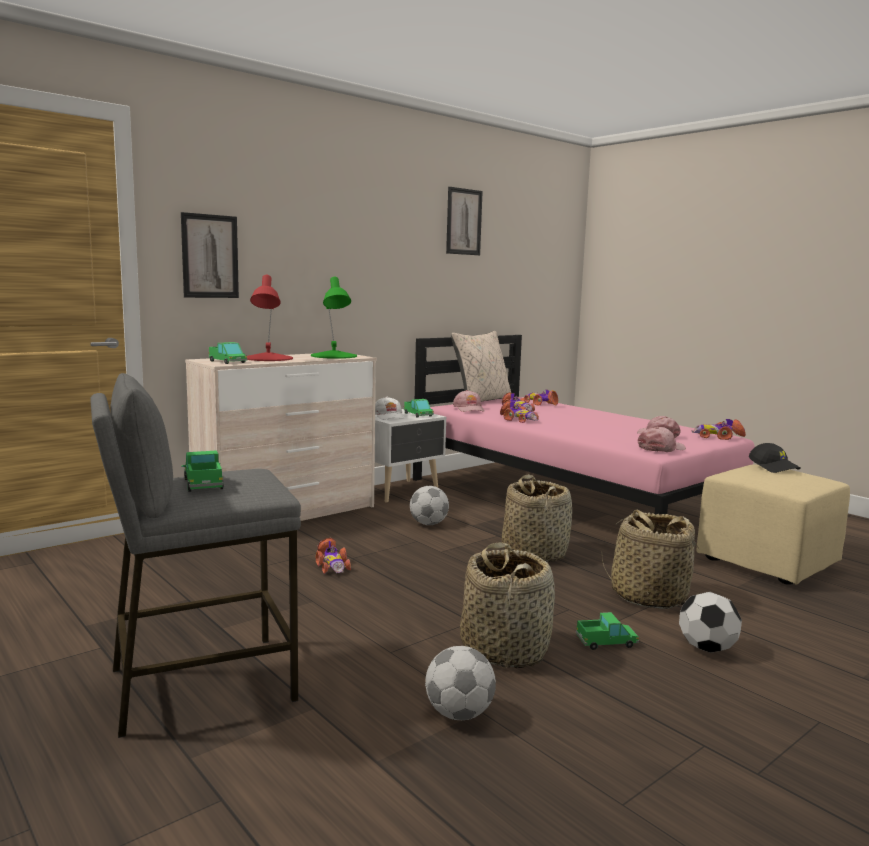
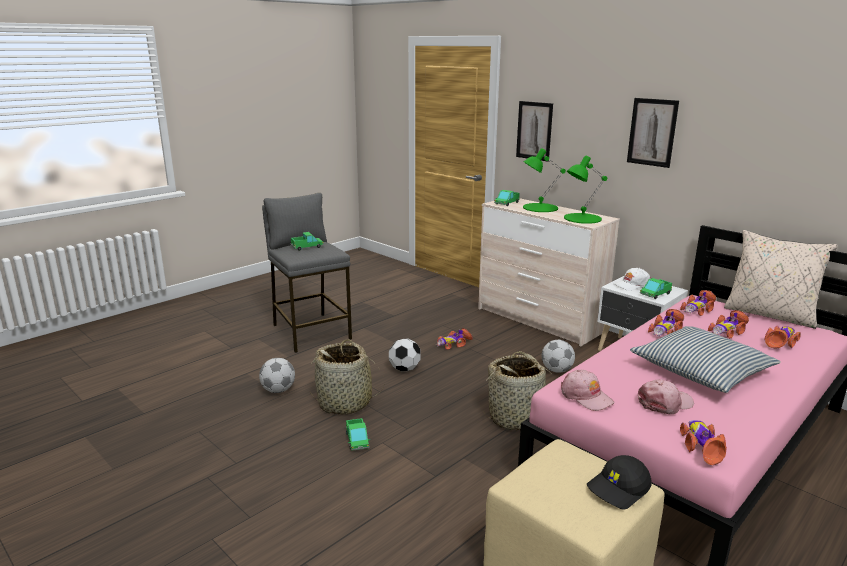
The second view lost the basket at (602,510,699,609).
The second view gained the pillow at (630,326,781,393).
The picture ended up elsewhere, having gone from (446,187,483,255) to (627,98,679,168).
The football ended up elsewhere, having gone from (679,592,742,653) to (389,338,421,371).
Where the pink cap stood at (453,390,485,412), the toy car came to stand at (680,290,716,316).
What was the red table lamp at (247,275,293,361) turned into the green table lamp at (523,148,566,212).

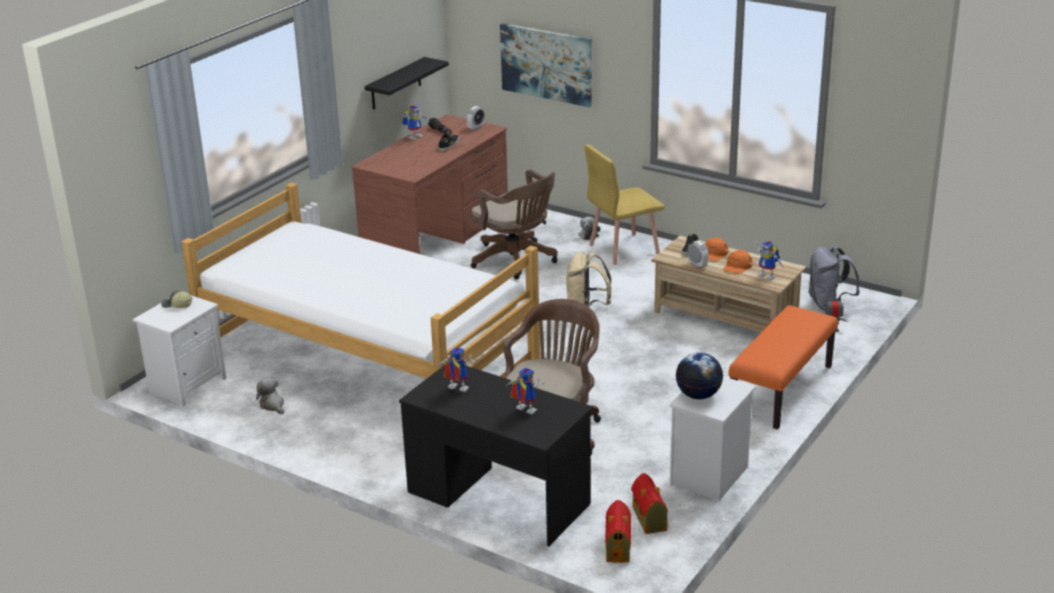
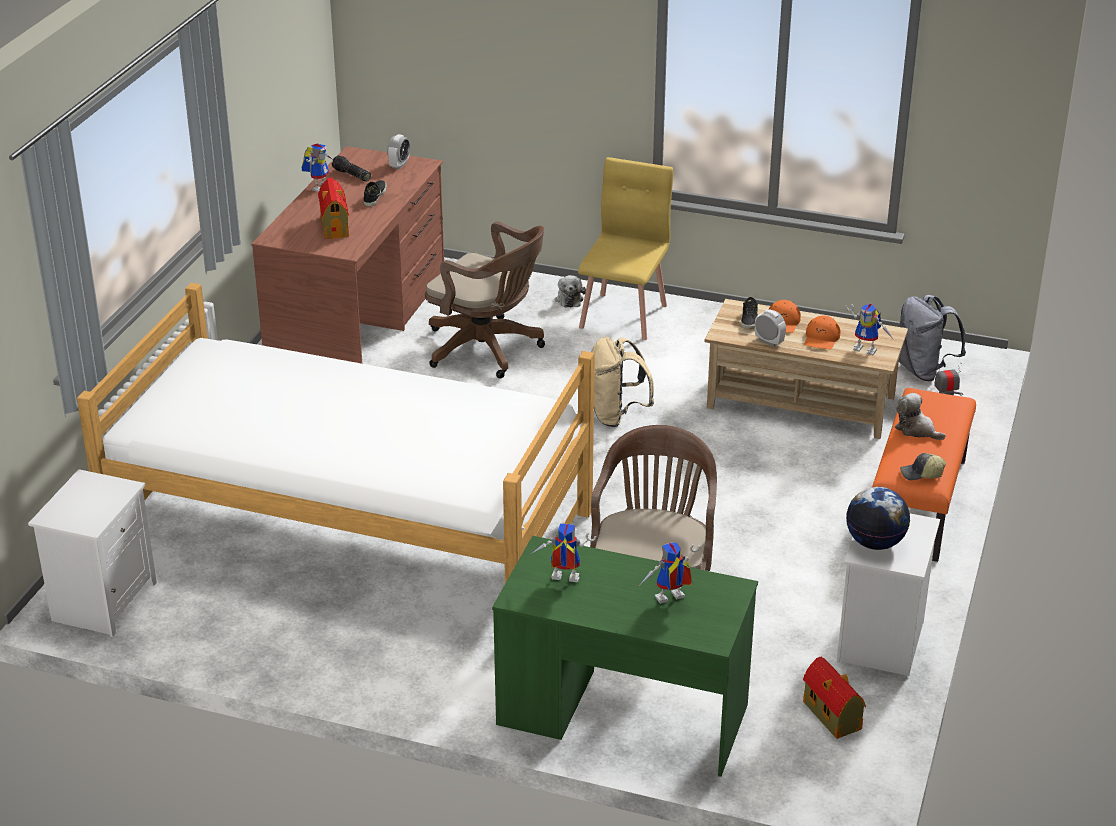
The second view lost the black shelf at (365,57,449,109).
The second view lost the picture at (500,23,592,107).
The cap ended up elsewhere, having gone from (161,290,192,308) to (900,453,946,480).
The plush toy ended up elsewhere, having gone from (256,378,284,414) to (895,393,946,440).
The toy house ended up elsewhere, having gone from (605,500,631,563) to (318,178,349,239).
What was the black desk at (399,365,593,546) turned into the green desk at (492,536,758,777).
The toy robot at (506,368,544,415) ended up facing another way, 45 degrees counterclockwise from before.
The yellow chair at (584,144,665,265) ended up facing another way, 150 degrees clockwise from before.

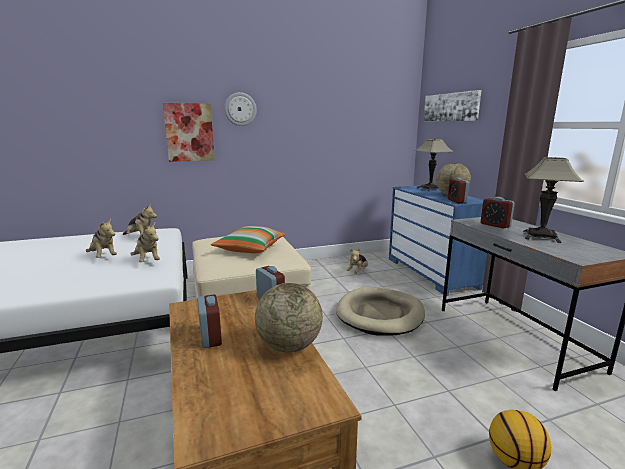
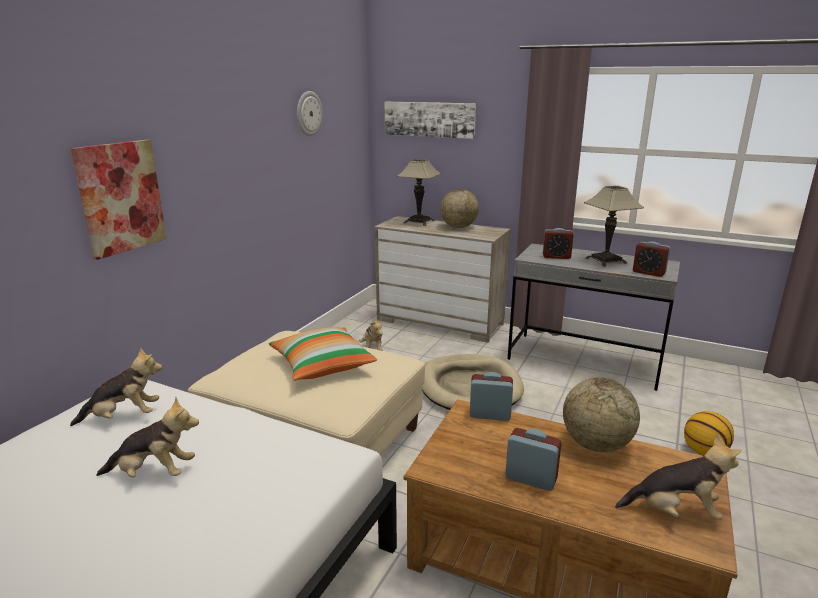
The plush toy ended up elsewhere, having gone from (130,223,160,262) to (615,434,742,520).
The wall clock ended up elsewhere, having gone from (224,92,257,126) to (297,91,323,136).
The alarm clock ended up elsewhere, having gone from (448,177,470,203) to (633,242,670,277).
What was the blue dresser at (389,185,487,296) turned into the beige dresser at (374,216,510,343).

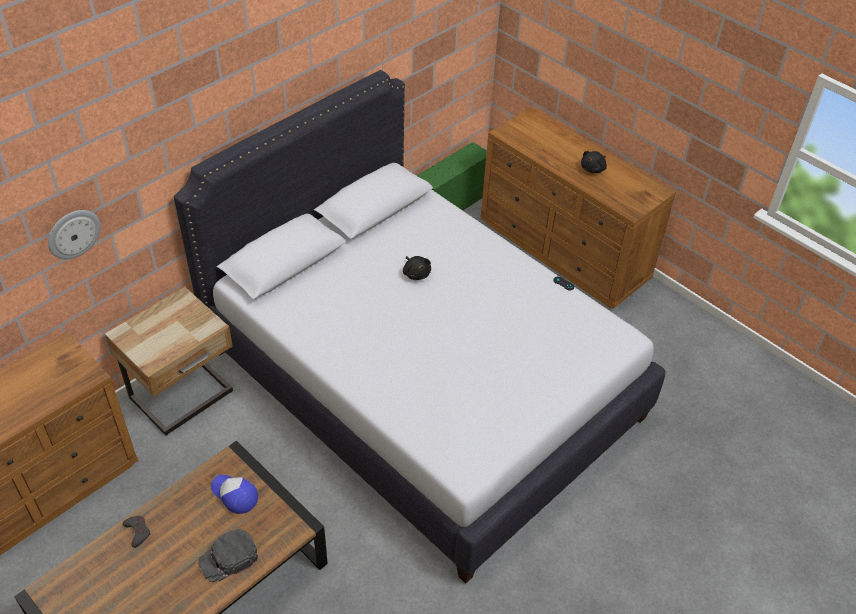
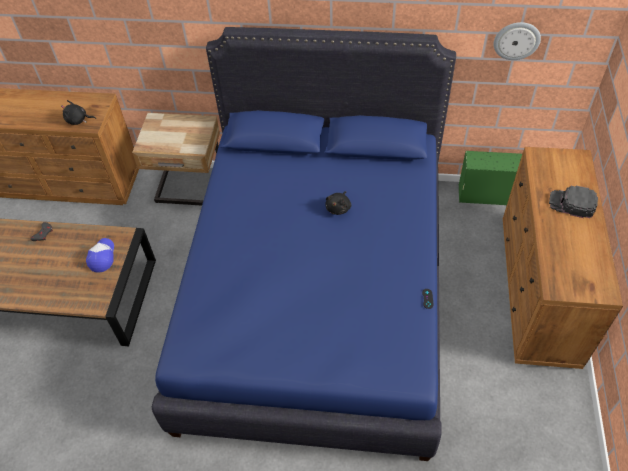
The wall clock ended up elsewhere, having gone from (48,210,101,259) to (494,22,541,60).
The black cap ended up elsewhere, having gone from (198,529,258,583) to (549,186,598,218).
The black plush toy ended up elsewhere, having gone from (581,151,607,173) to (61,100,96,125).
What was the white bed at (174,70,666,584) turned into the blue bed at (152,27,456,461).

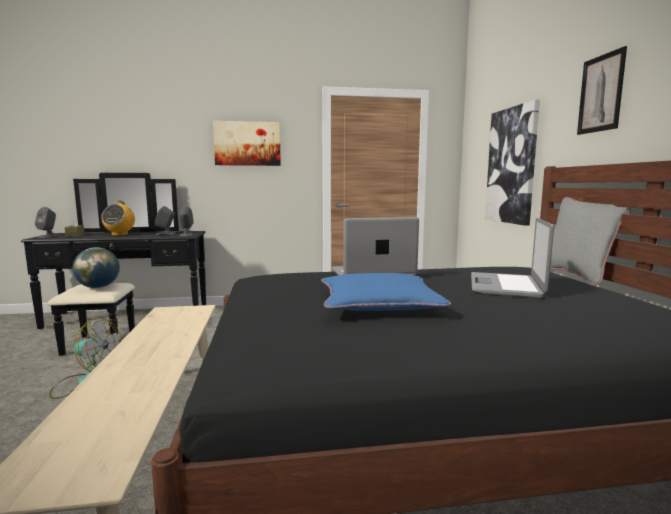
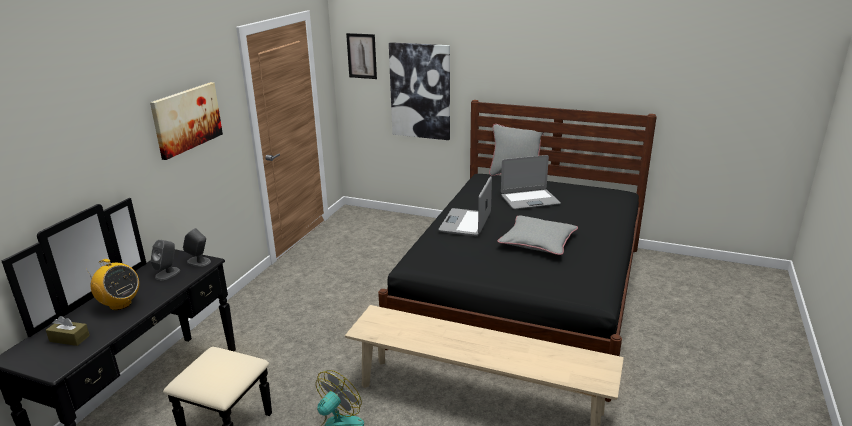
The second view lost the grey speaker at (35,207,59,238).
The second view lost the globe at (73,247,120,288).
The picture ended up elsewhere, having gone from (577,46,627,135) to (346,33,377,79).
What was the blue pillow at (321,273,451,311) turned into the grey pillow at (497,216,578,255).
The laptop at (471,218,554,298) ended up facing another way, 60 degrees counterclockwise from before.

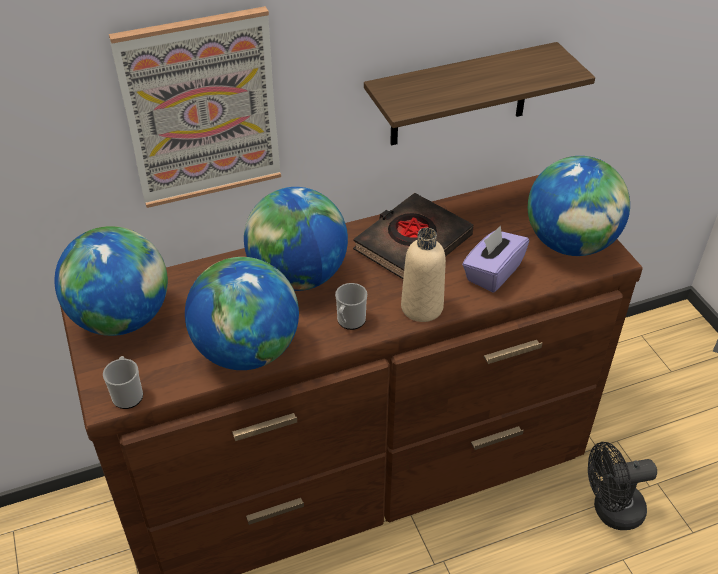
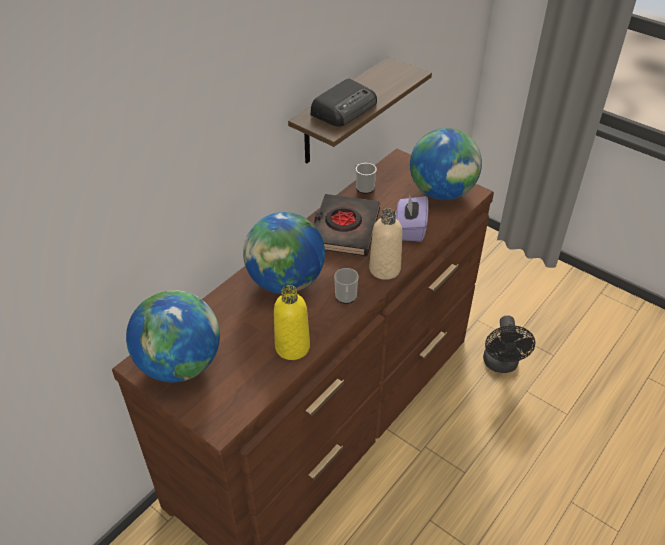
The second view lost the picture at (109,6,281,208).
The second view gained the radio at (311,78,377,127).
The mug ended up elsewhere, having gone from (103,356,143,409) to (355,163,377,194).
Where the globe stood at (185,257,299,370), the yellow bottle came to stand at (274,285,310,360).
The black fan at (588,442,657,530) ended up facing another way, 45 degrees counterclockwise from before.

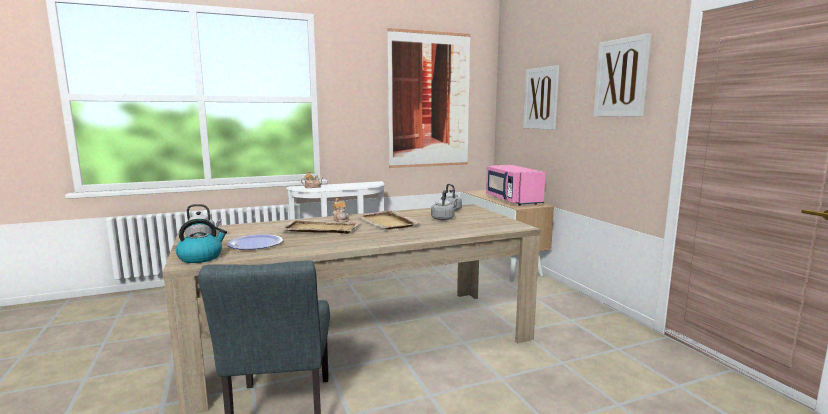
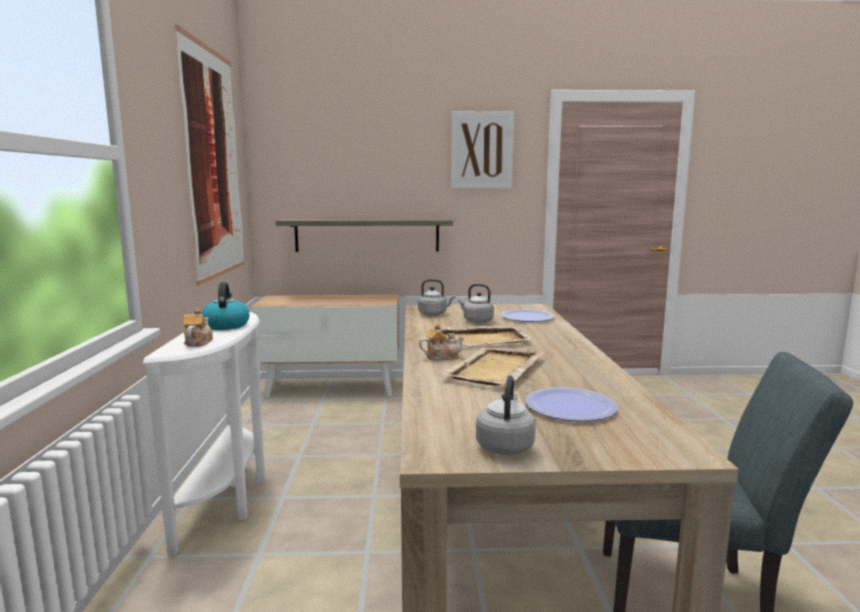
The second view lost the pink microwave at (486,165,546,206).
The second view lost the picture at (523,65,559,130).
The second view gained the shelf at (276,219,453,252).
The second view gained the plate at (500,309,555,322).
The kettle ended up elsewhere, having gone from (176,219,227,263) to (201,282,250,330).

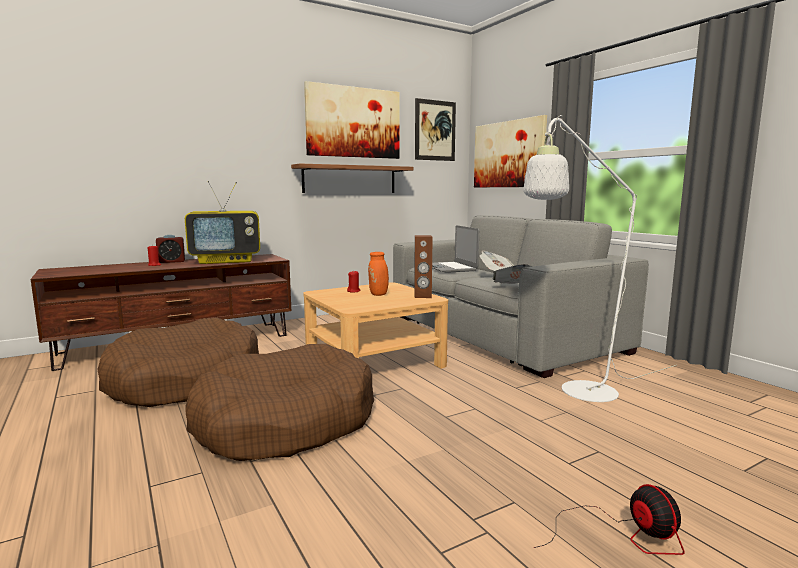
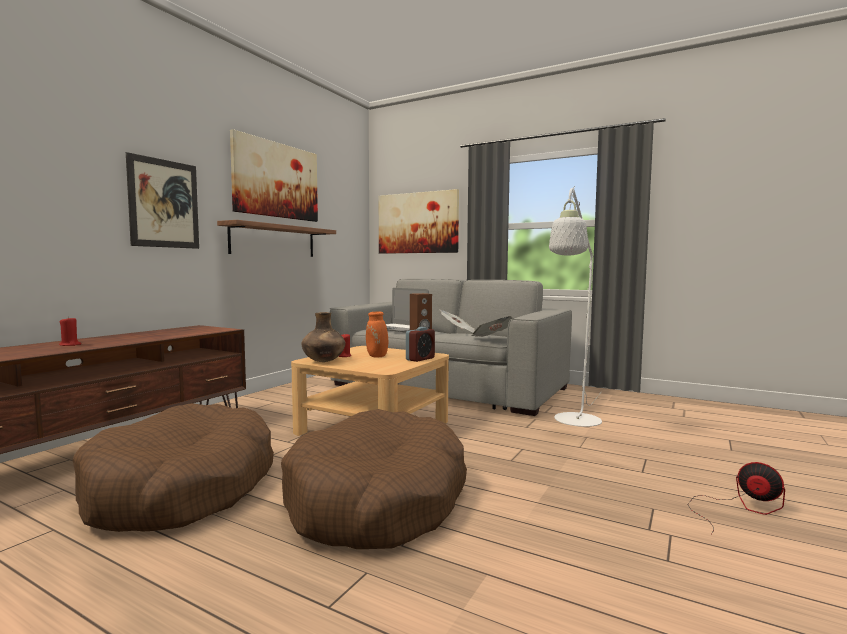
The second view lost the television at (185,181,260,264).
The second view gained the brown vase at (302,312,346,362).
The alarm clock ended up elsewhere, having gone from (156,235,185,263) to (406,327,435,362).
The picture ended up elsewhere, having gone from (415,98,456,161) to (126,152,199,249).

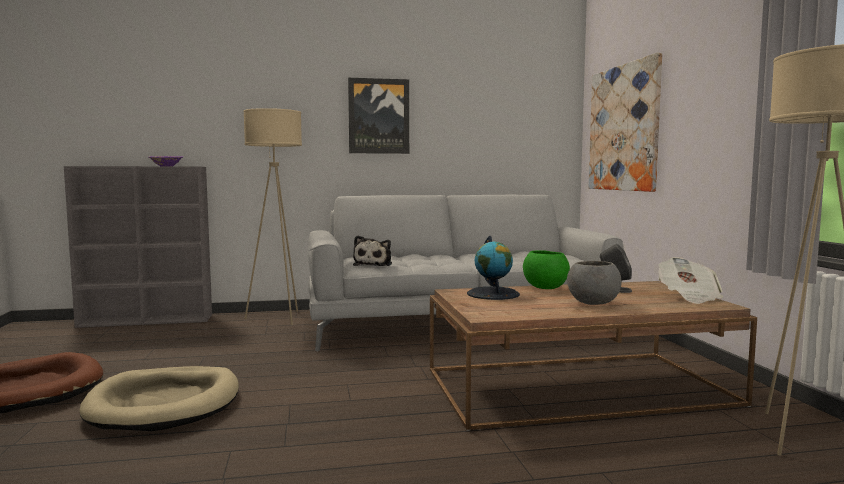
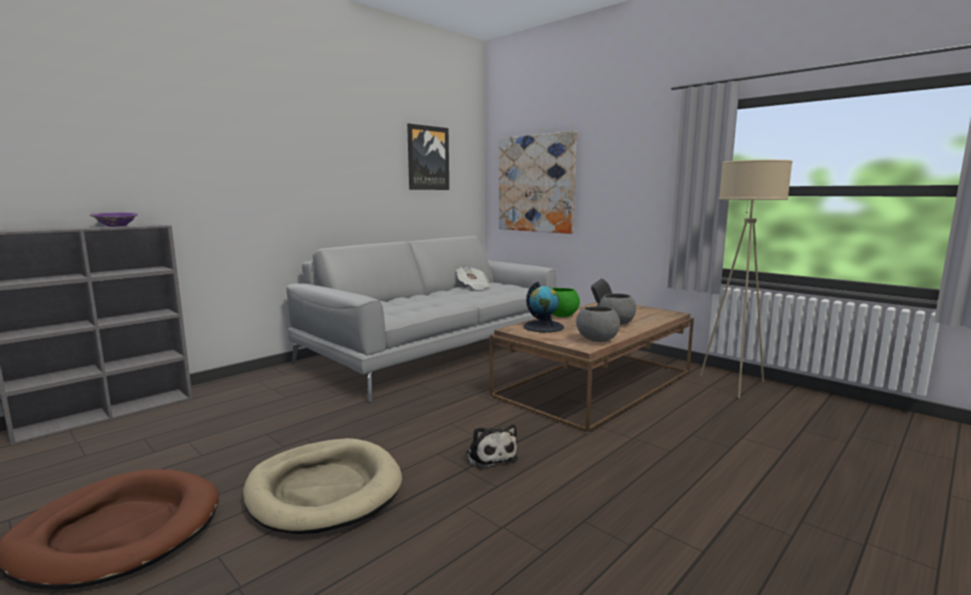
The second view lost the beige floor lamp at (243,108,302,325).
The second view gained the grey bowl at (576,306,620,342).
The picture ended up elsewhere, having gone from (348,78,409,154) to (407,123,449,190).
The plush toy ended up elsewhere, having gone from (353,235,392,266) to (466,424,518,469).
The newspaper ended up elsewhere, having gone from (658,257,723,304) to (456,266,491,290).

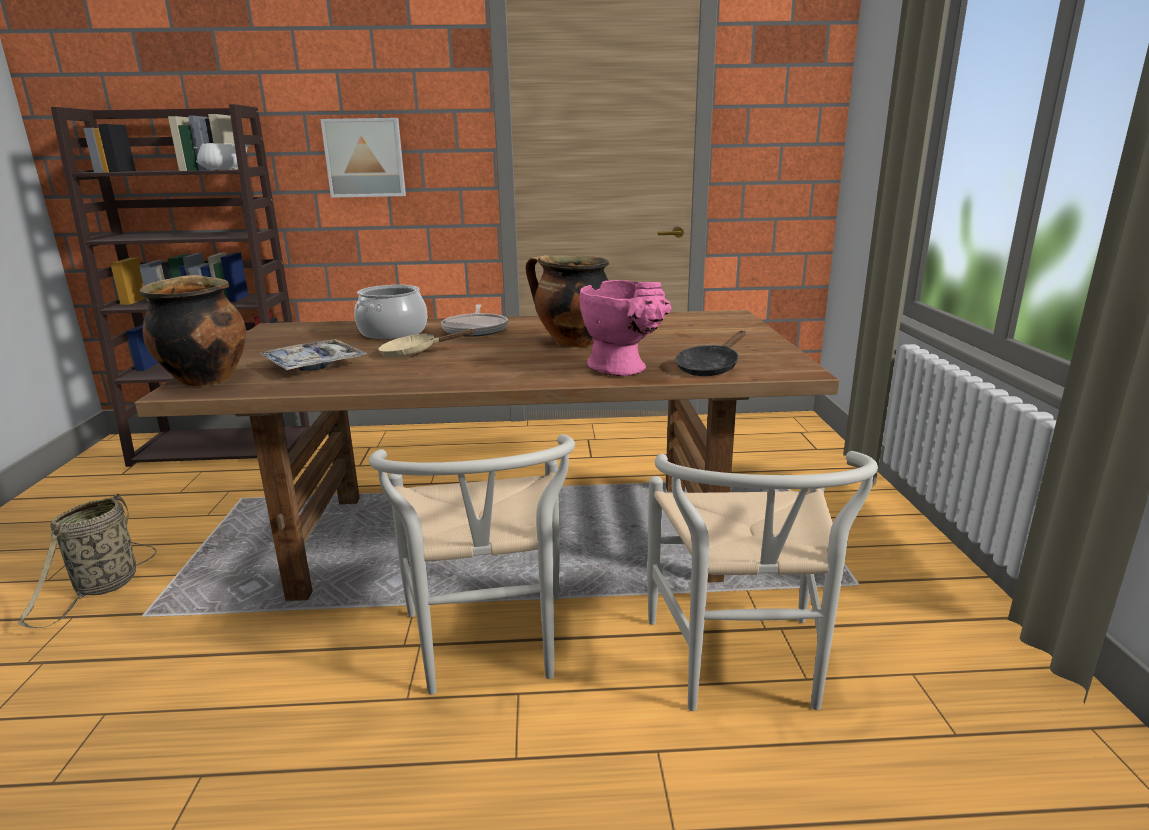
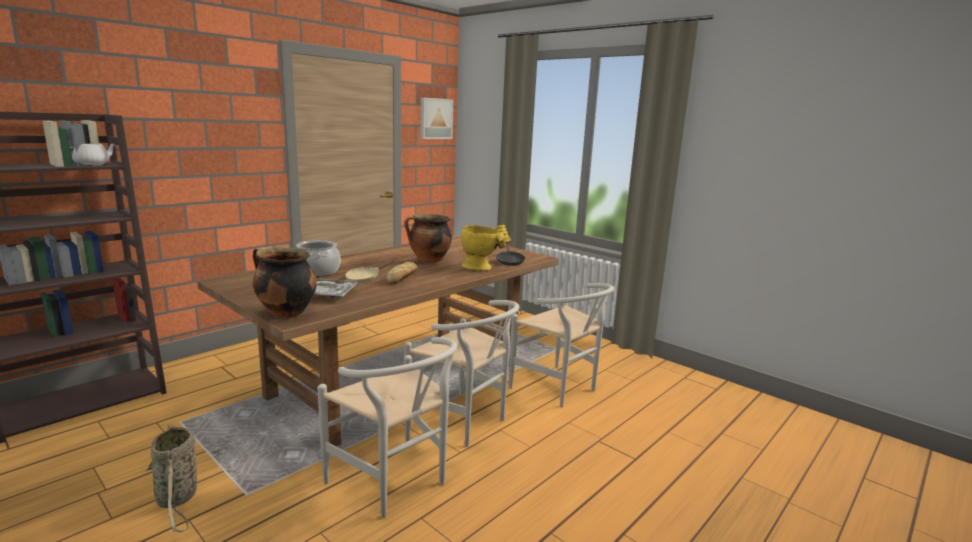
The second view lost the frying pan at (441,304,508,337).
The second view gained the white chair at (318,337,457,518).
The second view gained the bread at (386,262,417,284).
The picture ended up elsewhere, having gone from (320,118,406,198) to (420,97,453,139).
What was the pink vase at (580,280,672,376) turned into the yellow vase at (461,225,511,271).

